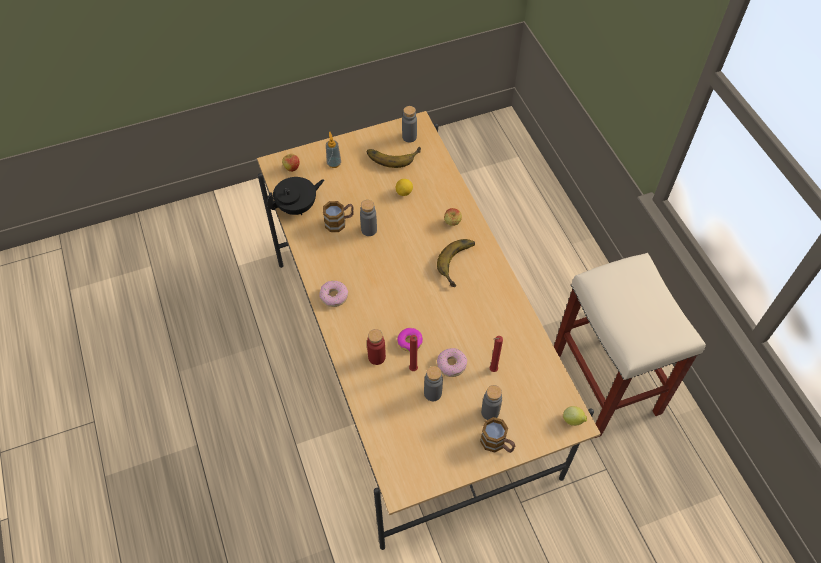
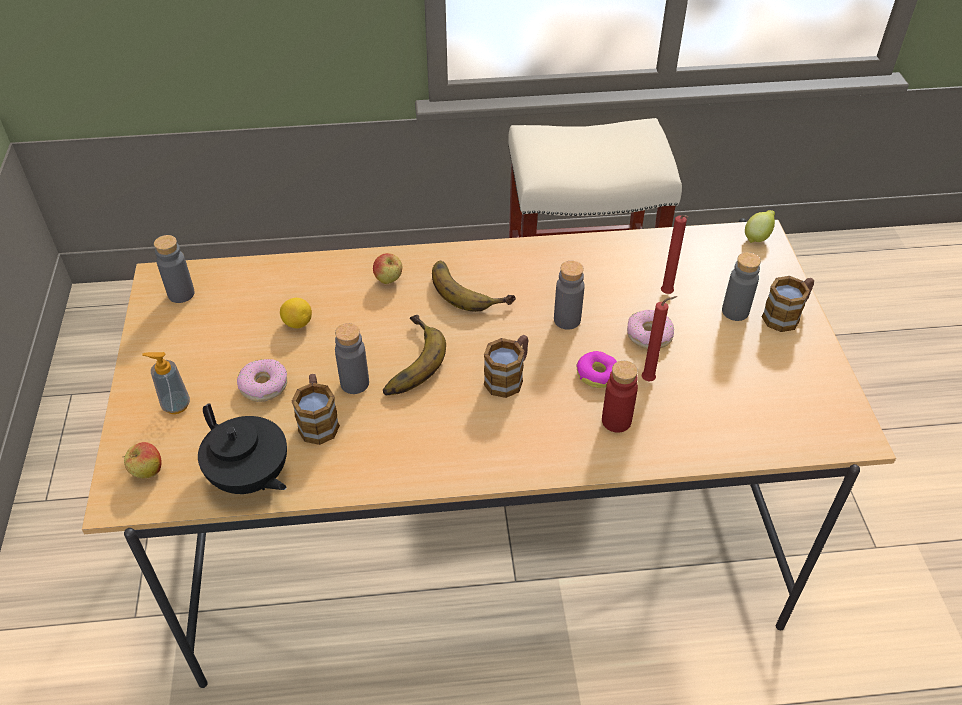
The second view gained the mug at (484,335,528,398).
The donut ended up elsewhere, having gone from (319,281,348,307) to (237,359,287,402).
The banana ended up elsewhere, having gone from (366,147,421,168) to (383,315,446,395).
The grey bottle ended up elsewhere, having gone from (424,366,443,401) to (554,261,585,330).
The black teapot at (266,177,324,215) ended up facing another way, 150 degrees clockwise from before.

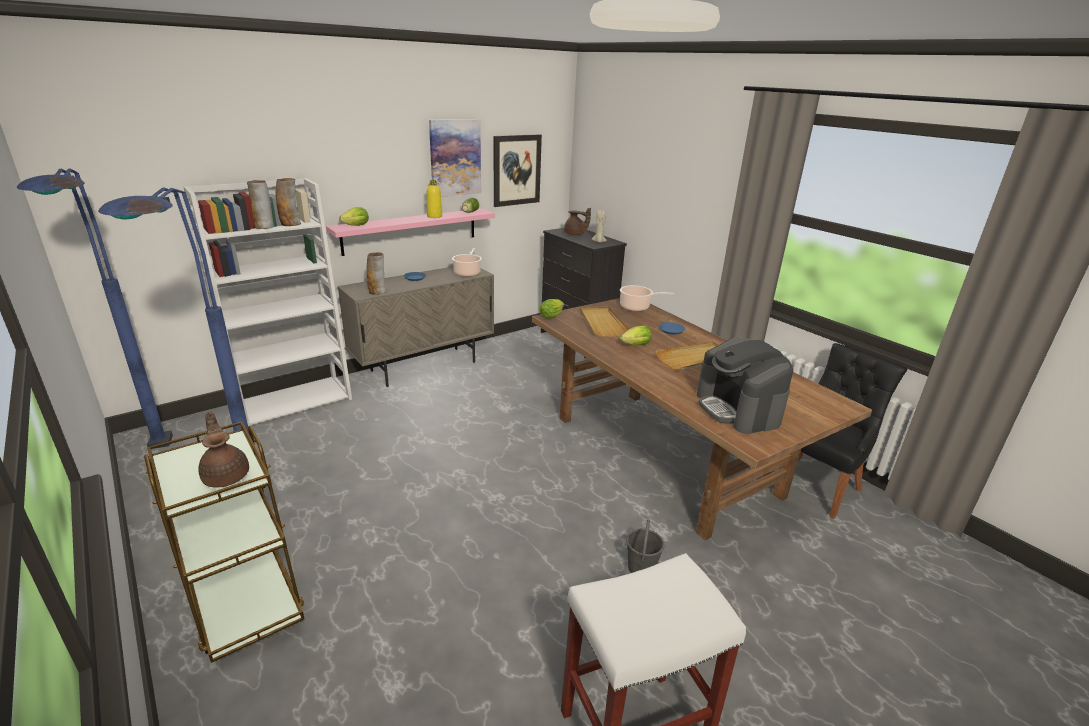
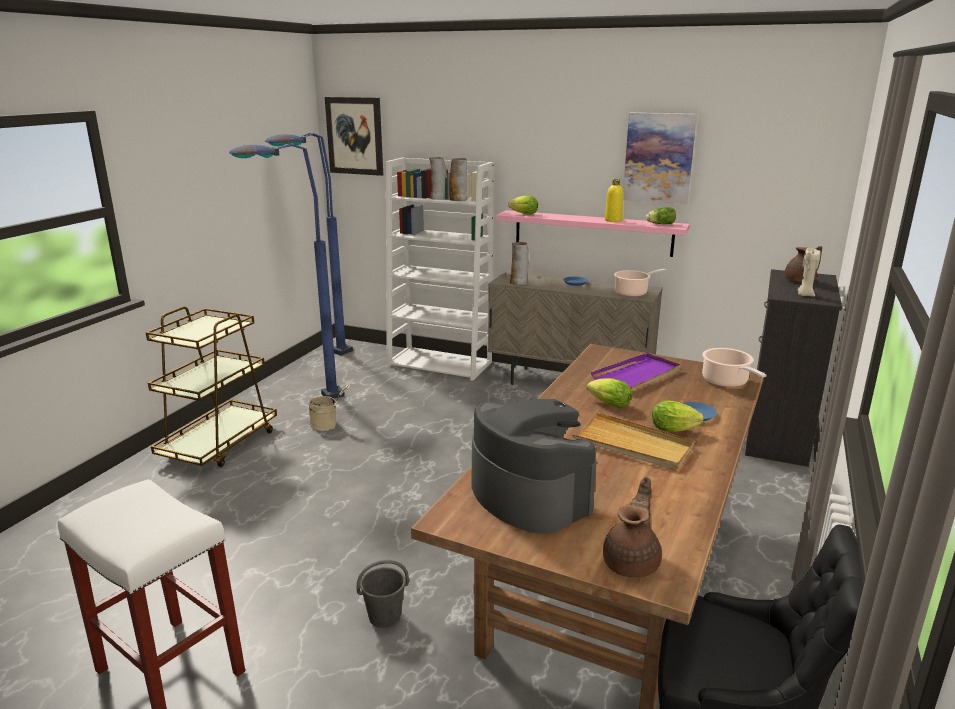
The second view gained the beige bucket at (309,385,351,431).
The brown teapot ended up elsewhere, having gone from (198,412,249,488) to (603,477,662,578).
The picture ended up elsewhere, having gone from (494,134,542,207) to (325,97,383,176).
The lettuce ended up elsewhere, having gone from (539,299,564,319) to (652,401,704,432).
What was the beige tray at (580,306,629,337) turned into the purple tray at (591,353,681,390).
The coffee machine at (697,337,793,434) ended up facing another way, 105 degrees clockwise from before.

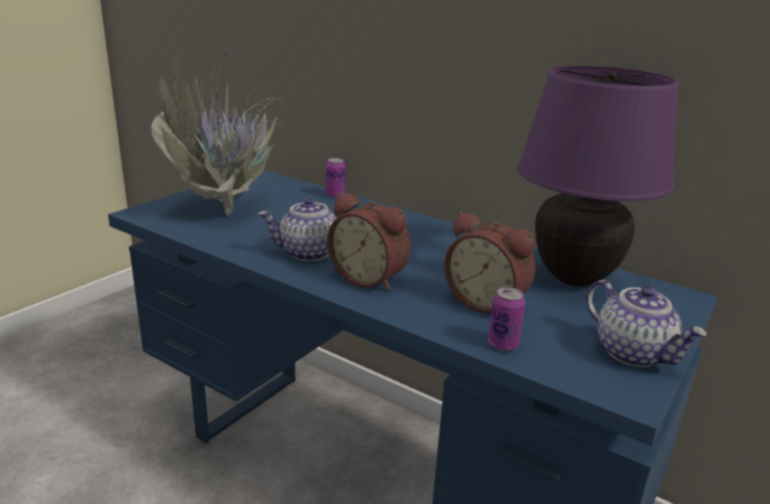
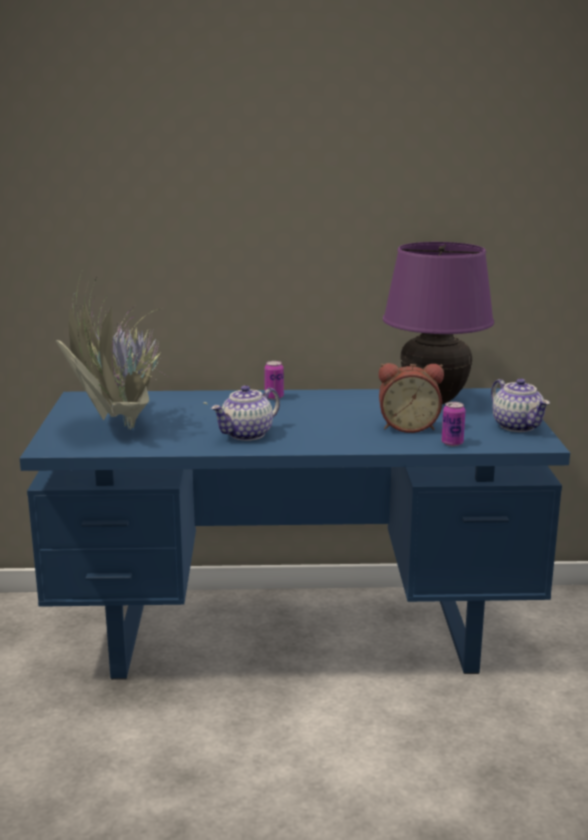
The second view lost the alarm clock at (327,193,411,291).
The can ended up elsewhere, having gone from (326,158,345,198) to (264,361,284,400).
The teapot at (586,280,707,367) ended up facing another way, 45 degrees clockwise from before.

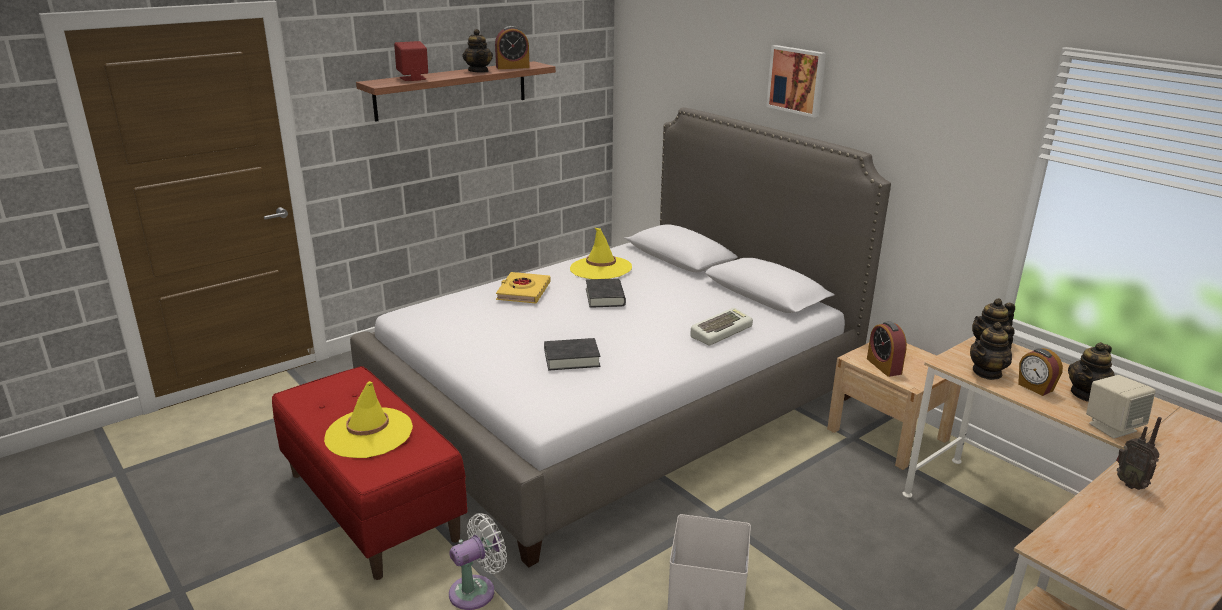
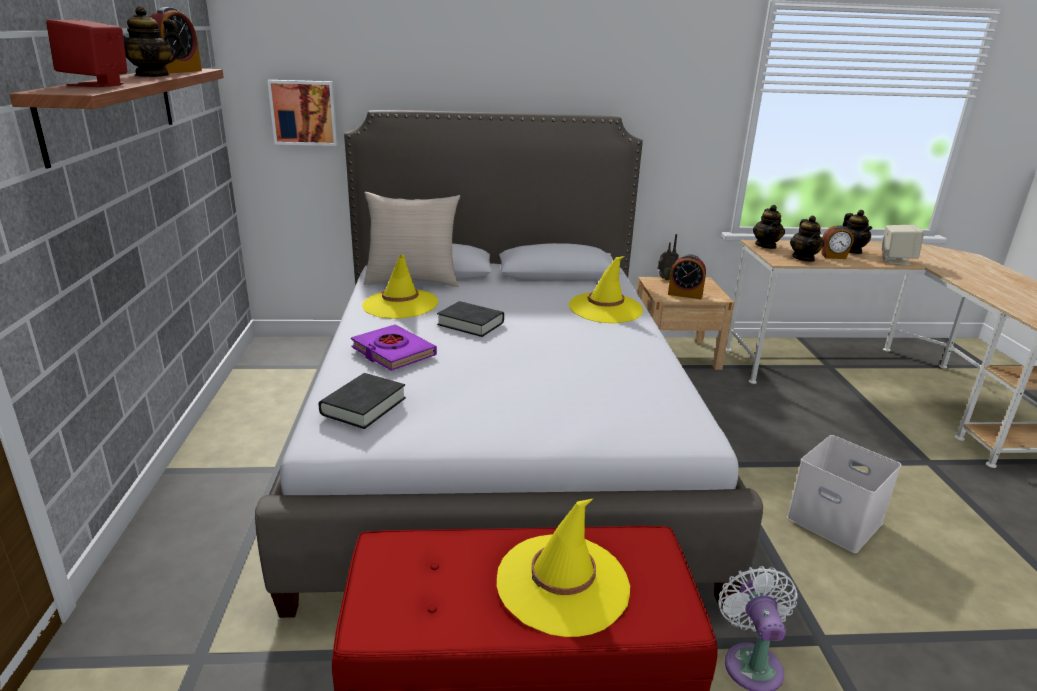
The second view gained the beige pillow at (364,192,460,287).
The black book ended up elsewhere, having gone from (544,338,600,370) to (319,373,406,429).
The picture ended up elsewhere, having gone from (766,45,826,117) to (267,80,338,146).
The radio ended up elsewhere, having gone from (1116,417,1162,490) to (657,234,679,280).
Where the keyboard stood at (690,308,753,345), the yellow hat came to stand at (569,256,643,323).
What was the yellow book at (496,272,550,303) turned into the purple book at (351,324,437,371).
The teapot at (462,29,493,73) ended up facing another way, 135 degrees clockwise from before.

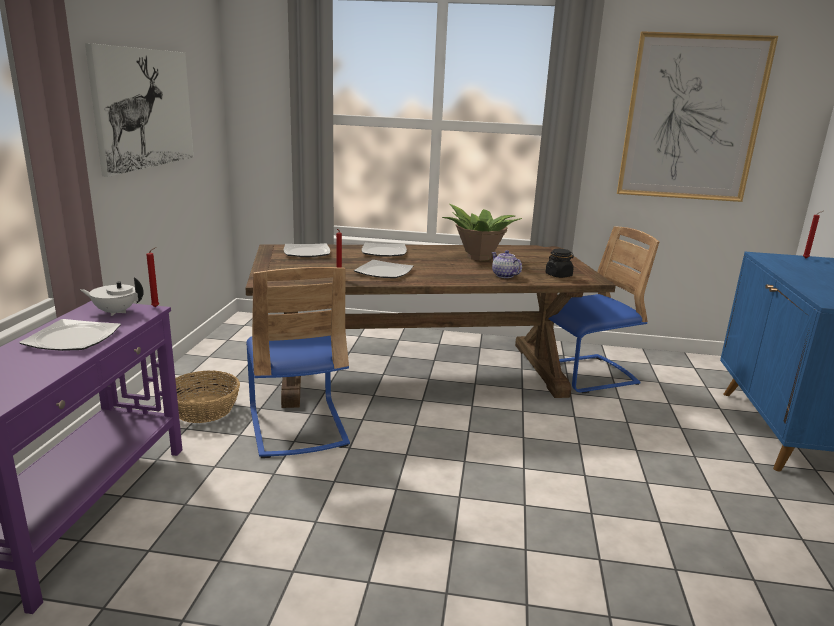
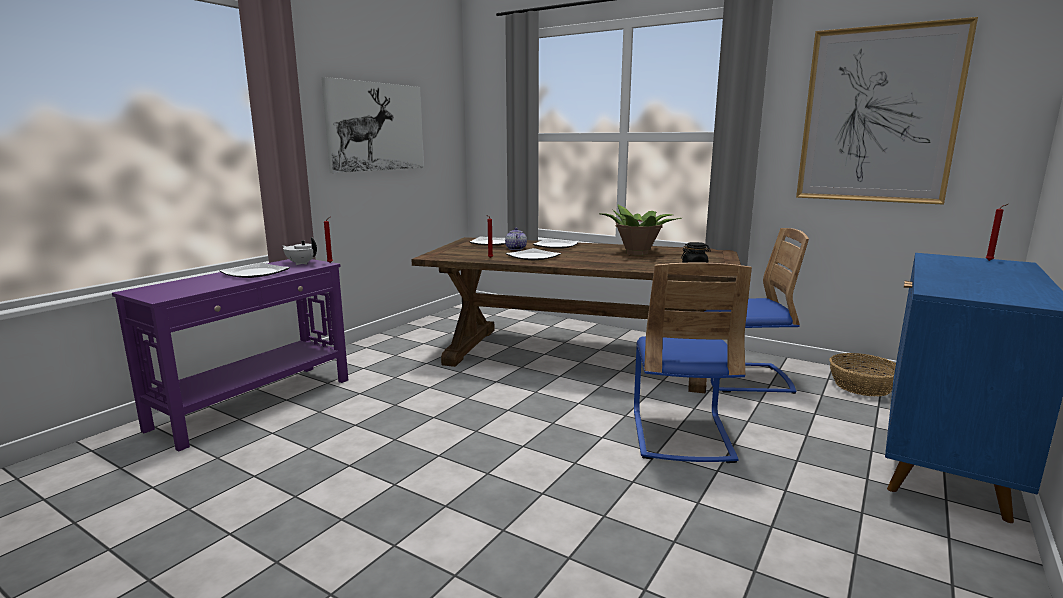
The basket ended up elsewhere, having gone from (175,370,240,423) to (829,353,896,397).
The blue chair ended up elsewhere, having gone from (246,267,350,458) to (634,263,752,463).
The teapot ended up elsewhere, having gone from (491,250,522,278) to (505,228,527,250).

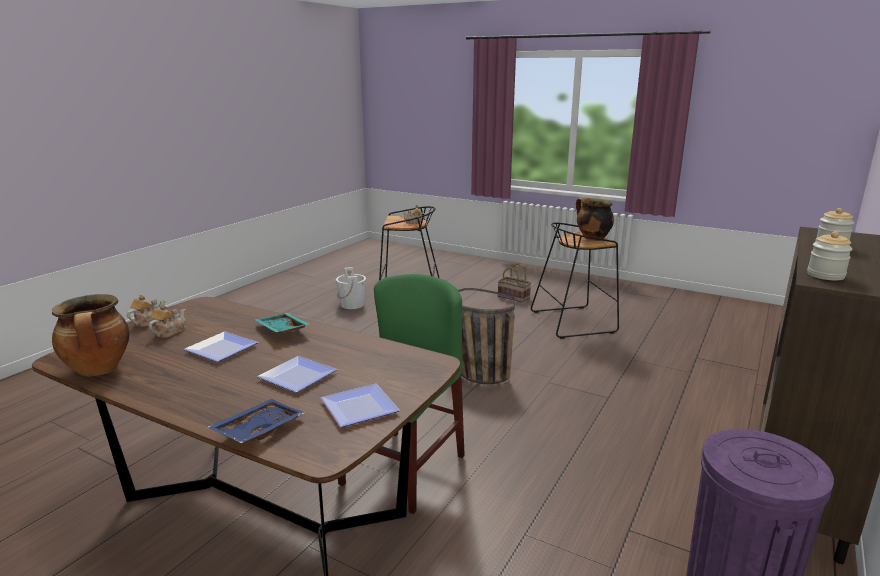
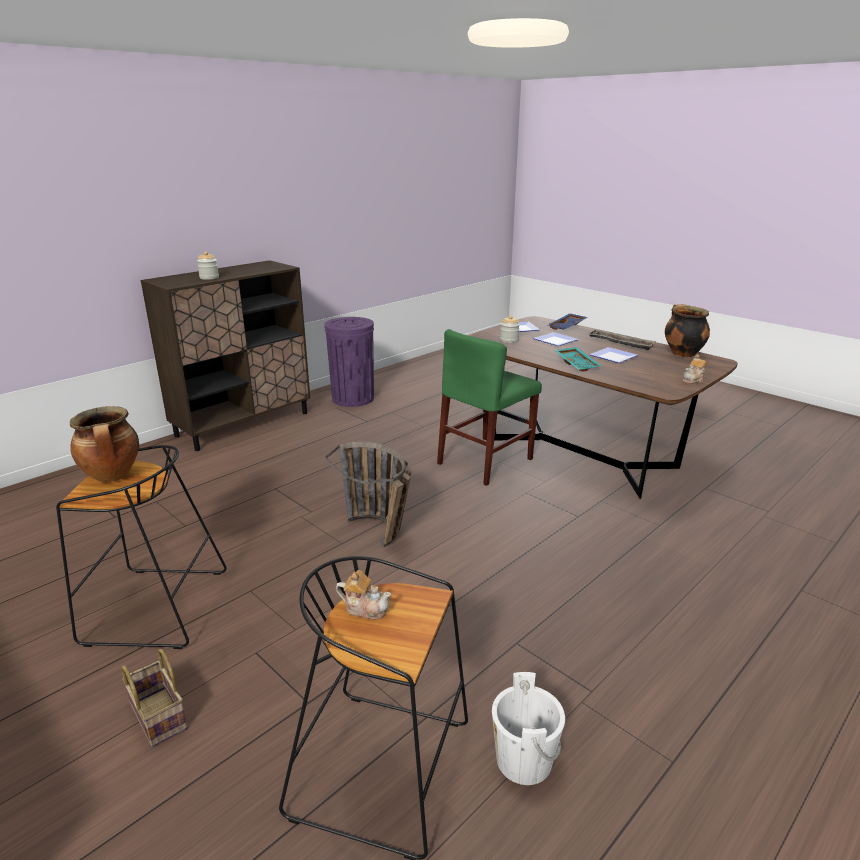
The second view lost the teapot at (149,305,186,338).
The second view gained the tray at (589,329,656,350).
The jar ended up elsewhere, having gone from (807,231,853,281) to (500,316,520,343).

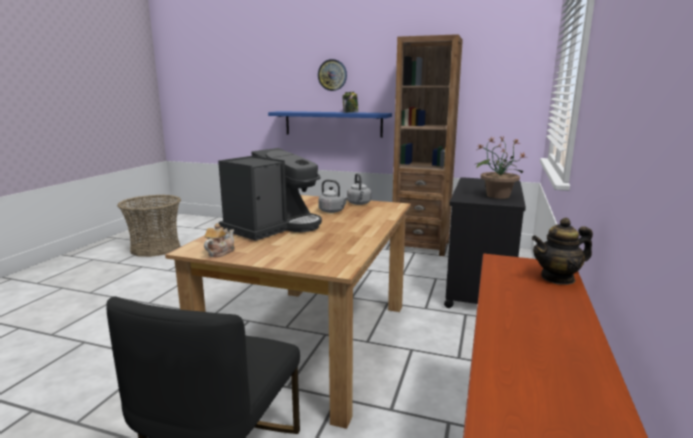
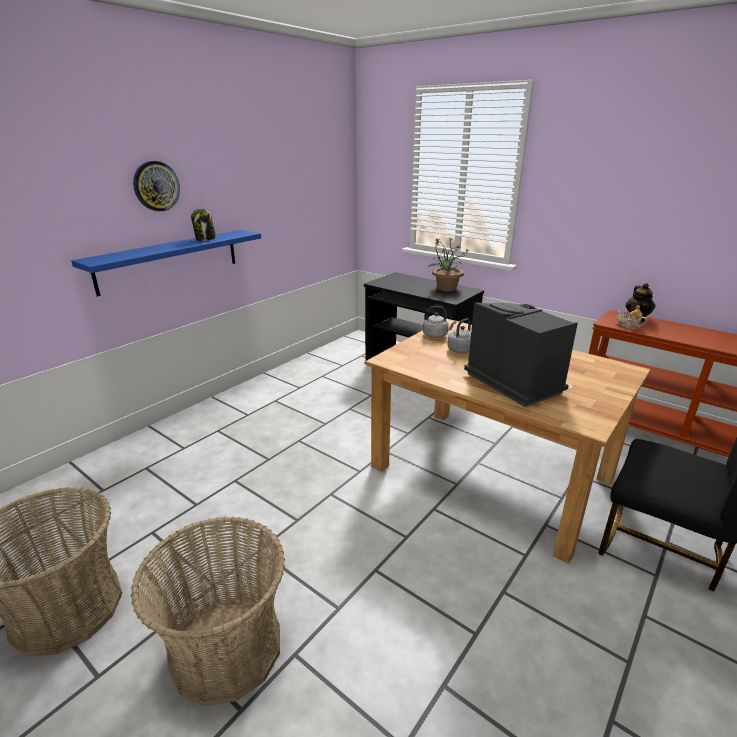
The second view lost the brown bookcase at (392,34,463,256).
The second view gained the basket at (131,516,285,706).
The teapot ended up elsewhere, having gone from (204,223,235,257) to (617,305,647,329).

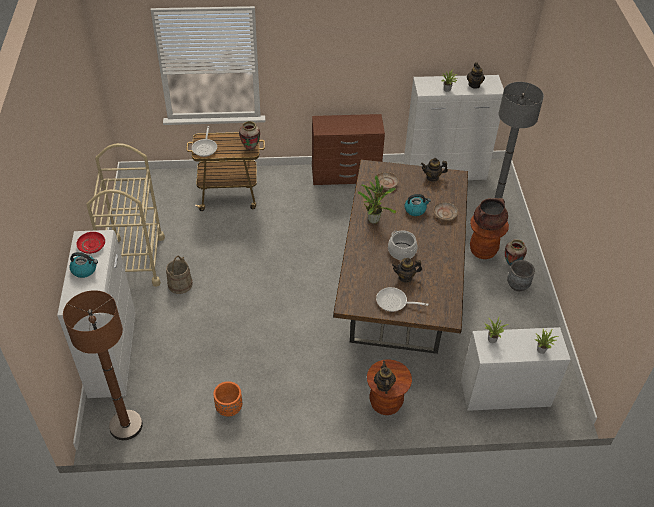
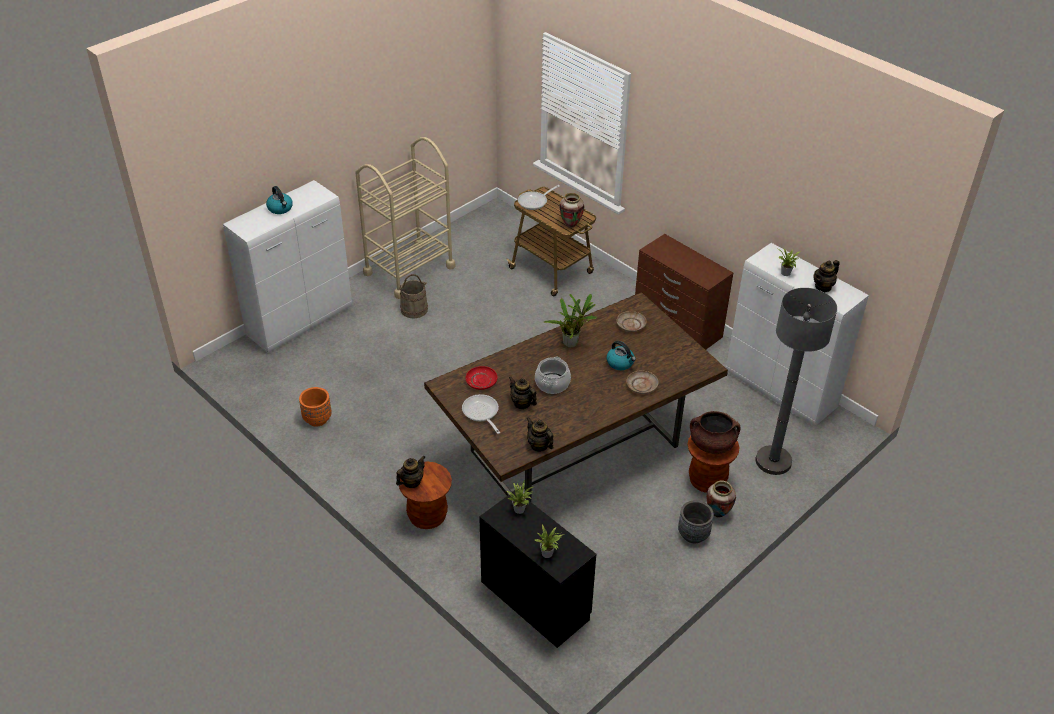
The second view lost the brown floor lamp at (63,290,143,440).
The red plate ended up elsewhere, having gone from (77,232,105,254) to (466,366,497,390).
The teapot ended up elsewhere, having gone from (421,158,448,182) to (527,417,554,452).
What was the white dresser at (461,327,571,411) turned into the black dresser at (479,491,596,648).

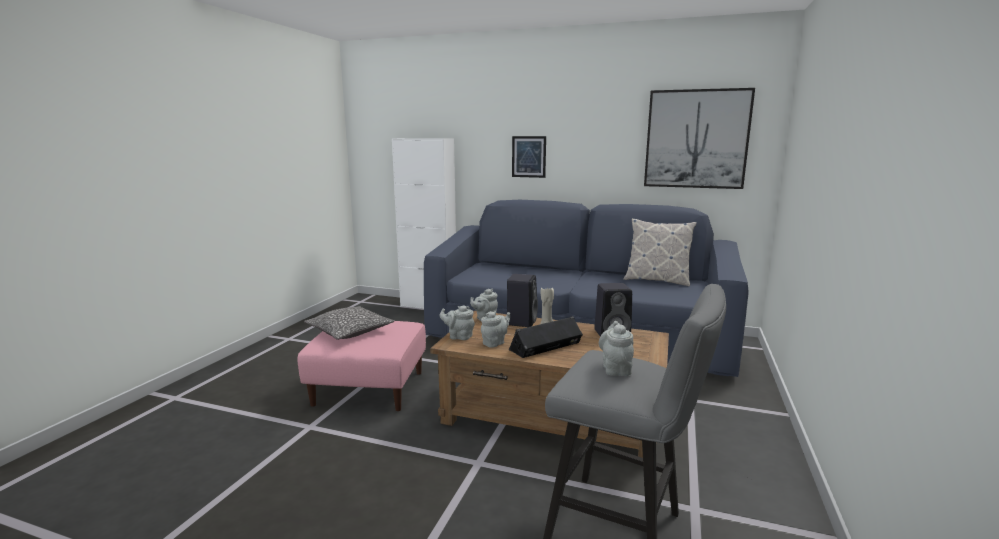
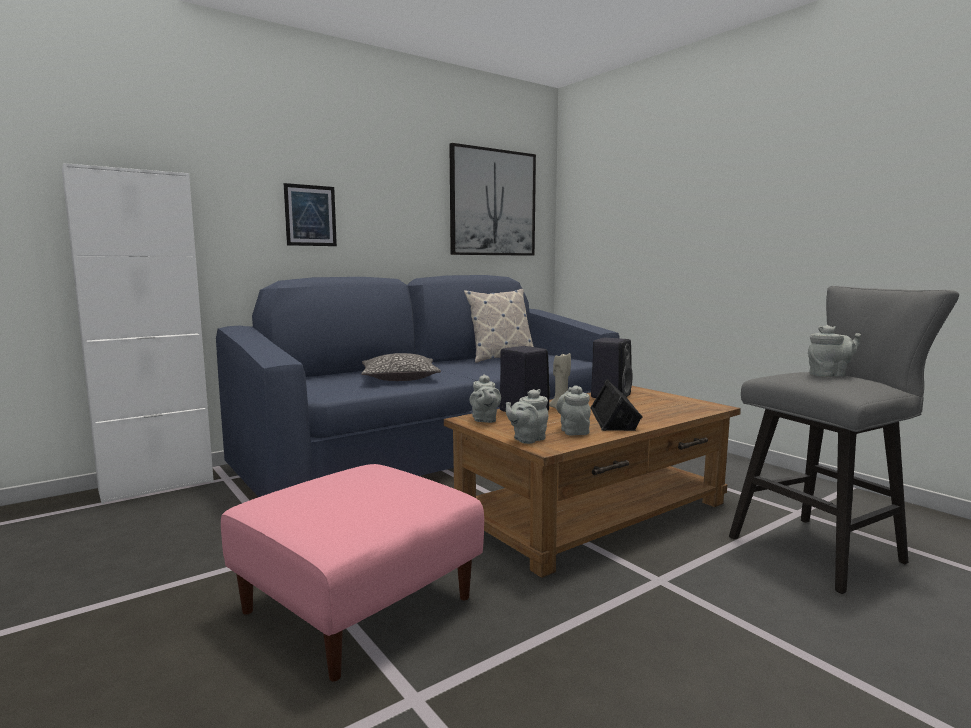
The pillow ended up elsewhere, having gone from (304,306,394,340) to (361,353,441,381).
The grey teapot at (599,321,634,376) ended up facing another way, 135 degrees clockwise from before.

